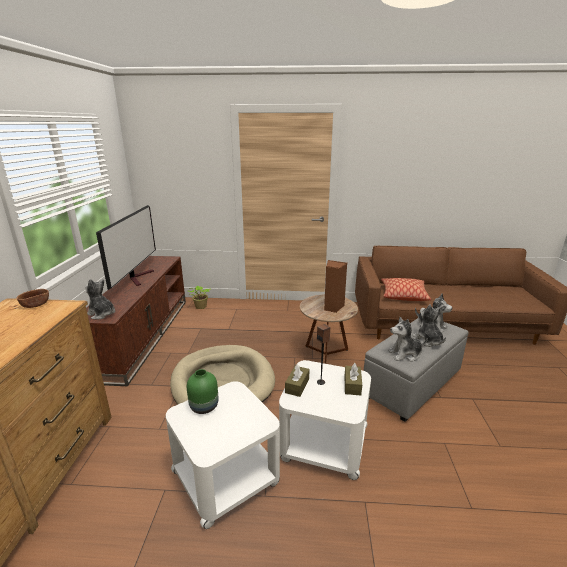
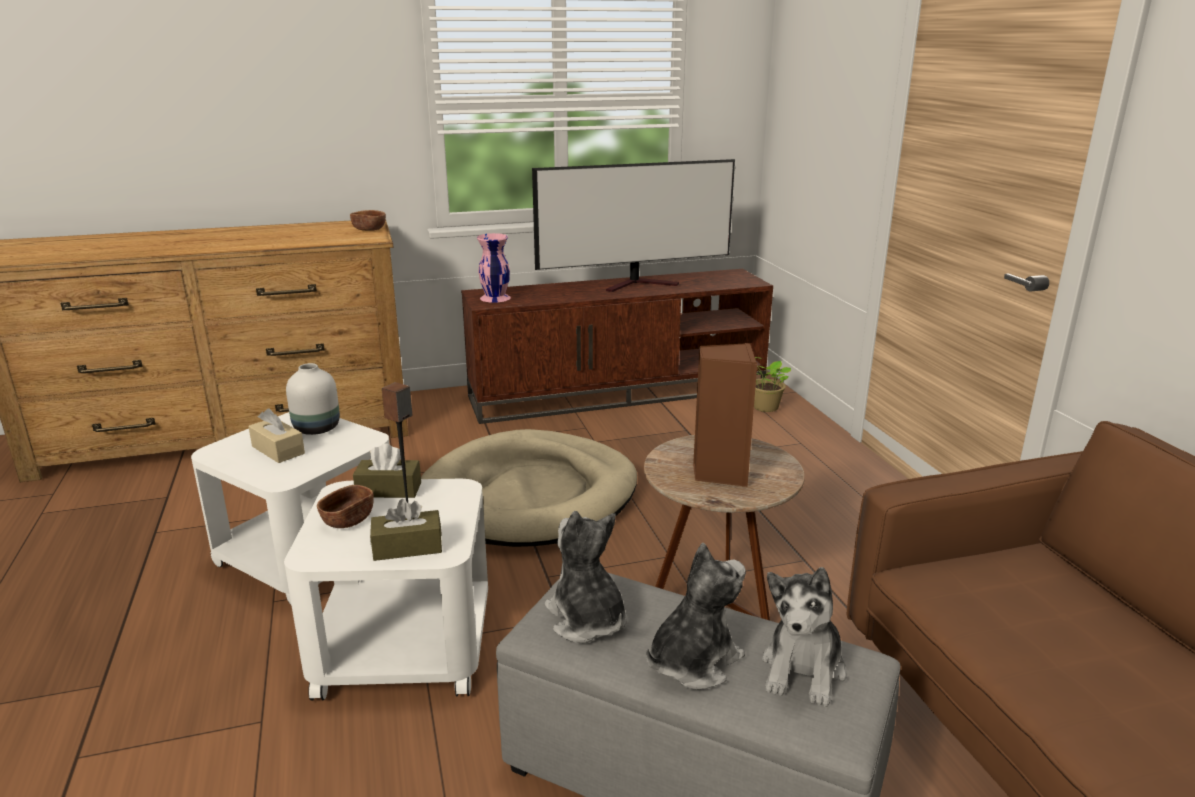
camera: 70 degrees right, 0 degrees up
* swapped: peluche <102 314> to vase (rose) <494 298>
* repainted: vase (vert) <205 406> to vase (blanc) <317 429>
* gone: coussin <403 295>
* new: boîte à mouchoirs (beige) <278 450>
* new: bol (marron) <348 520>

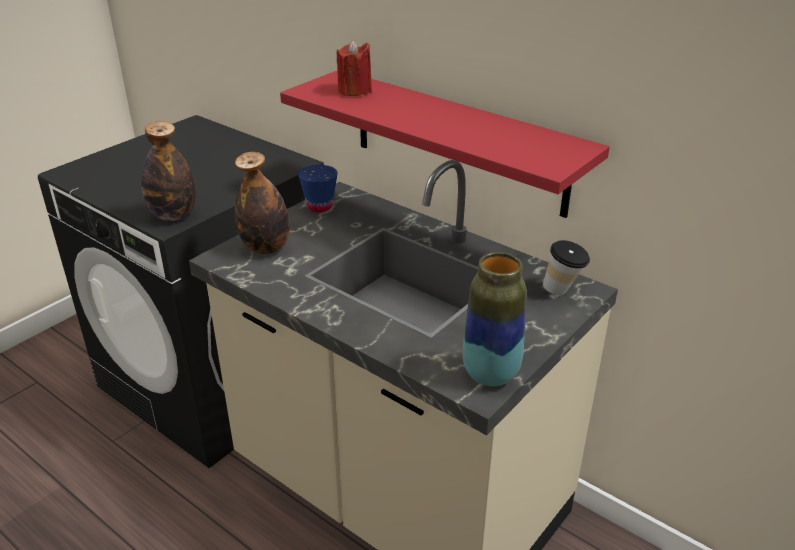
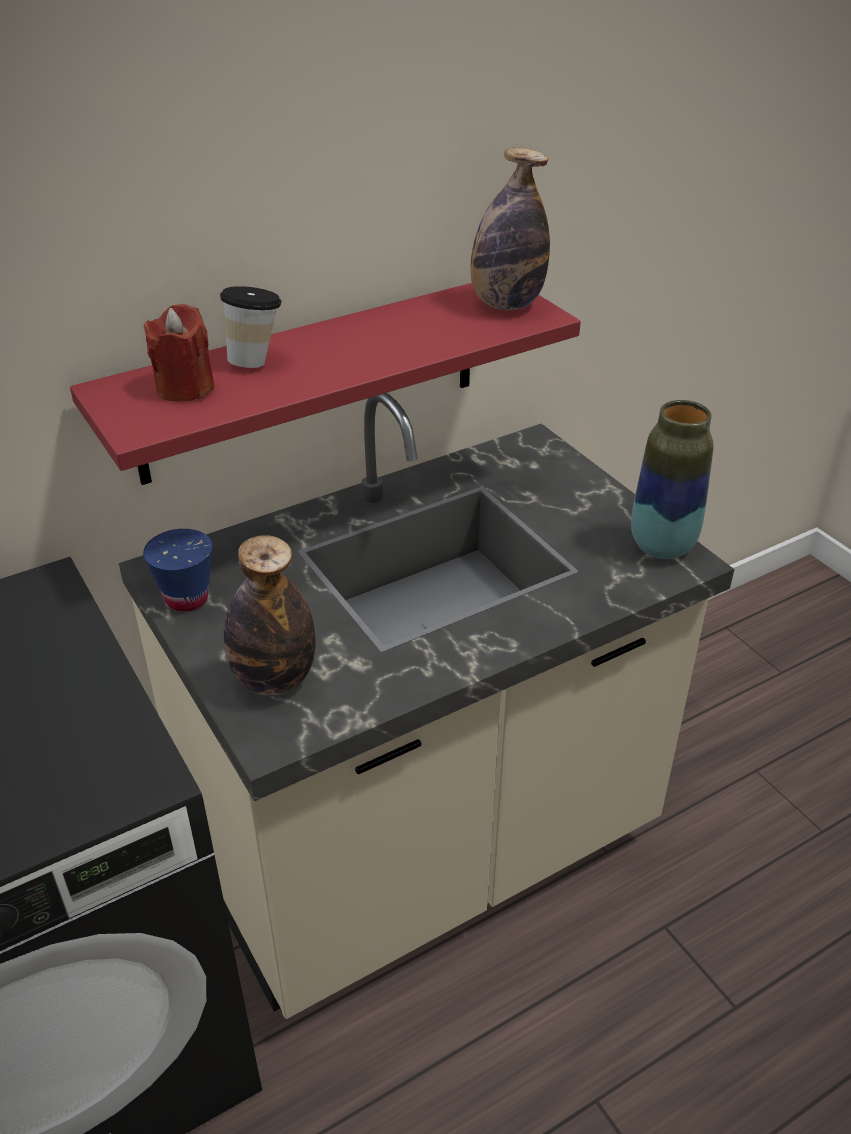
camera: 70 degrees left, 5 degrees up
* shifted: bouteille <173 215> to <506 304>
* shifted: tasse <563 291> to <256 360>

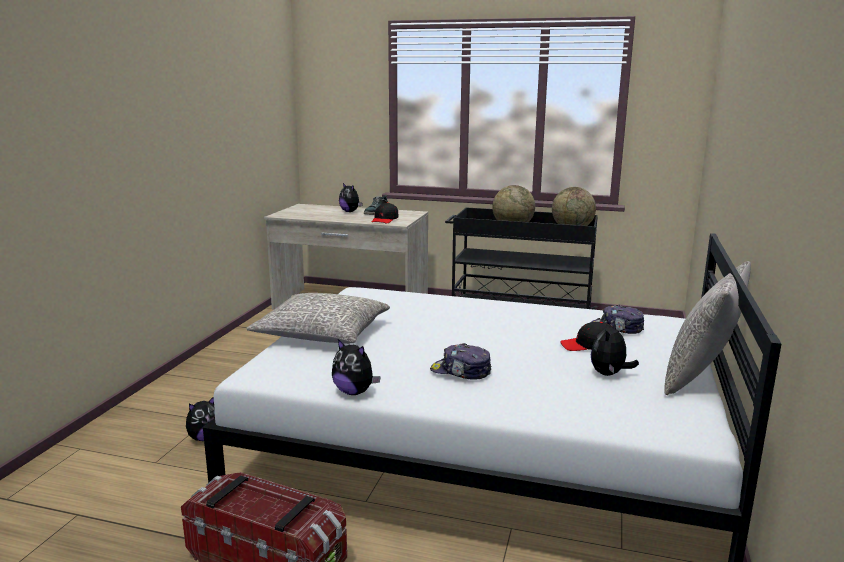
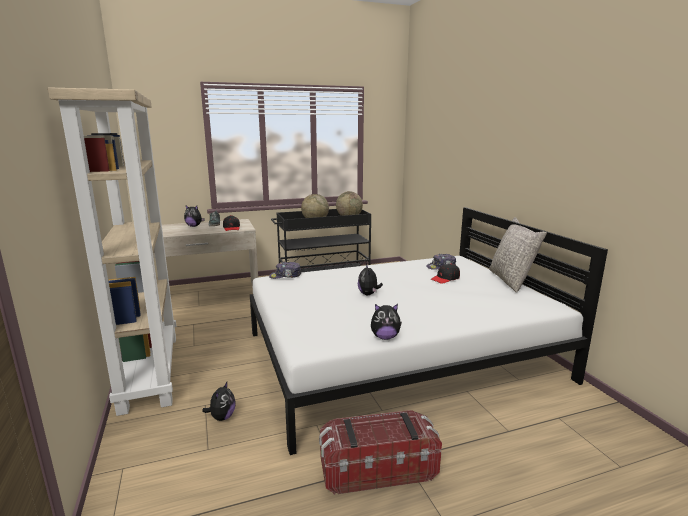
camera: 35 degrees left, 0 degrees up
* gone: coussin (gris) <321 334>
* shifted: casquette <461 372> to <285 276>
* shifted: peluche <609 374> to <368 294>
* new: bibliothèque (beige) <149 370>

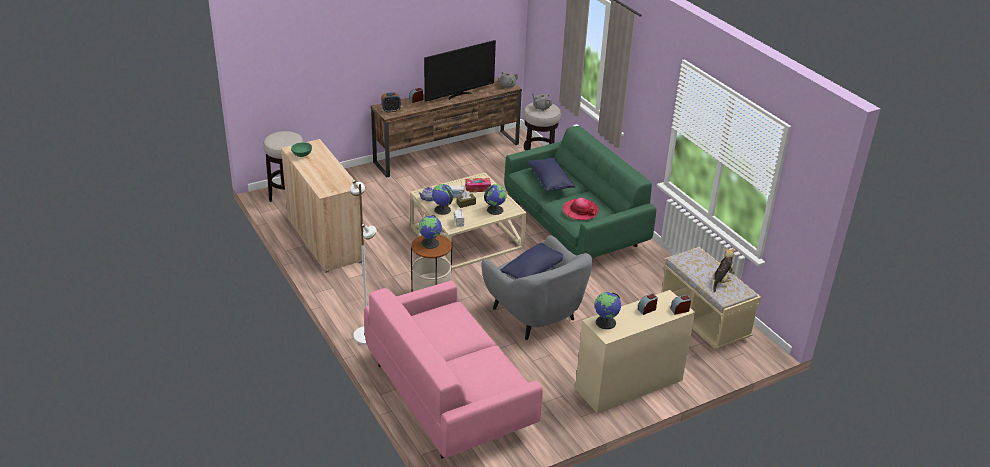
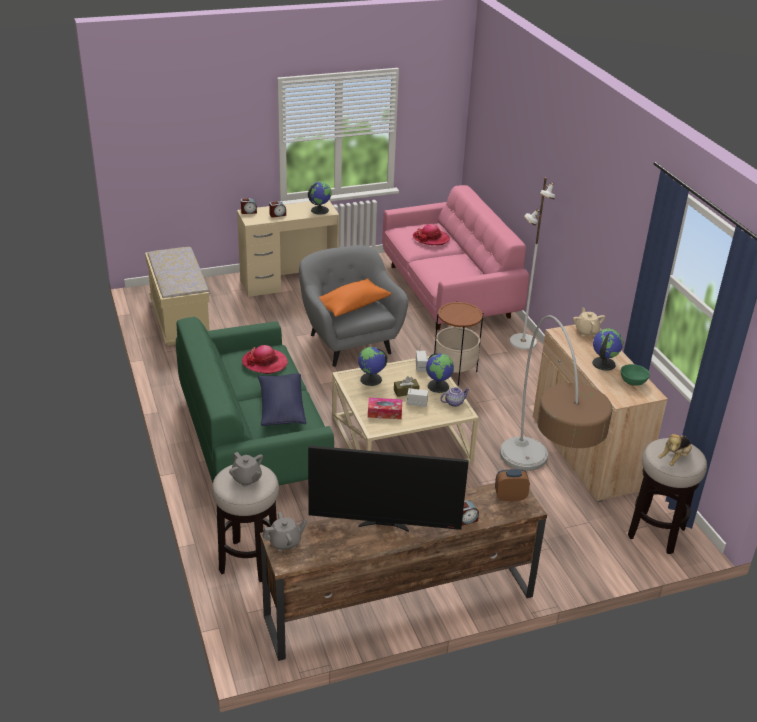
camera: 170 degrees left, 0 degrees up
* shifted: globe <430 243> to <603 363>
* rotated: téléviseur <459 95> = <384 525> 150 degrees counterclockwise
* repainted: coussin (bleu) <533 271> to coussin (orange) <352 306>
* shifted: peluche <721 280> to <674 458>
* new: chapeau <431 239>
* new: lampadaire <540 499>
* new: théière (beige) <586 331>

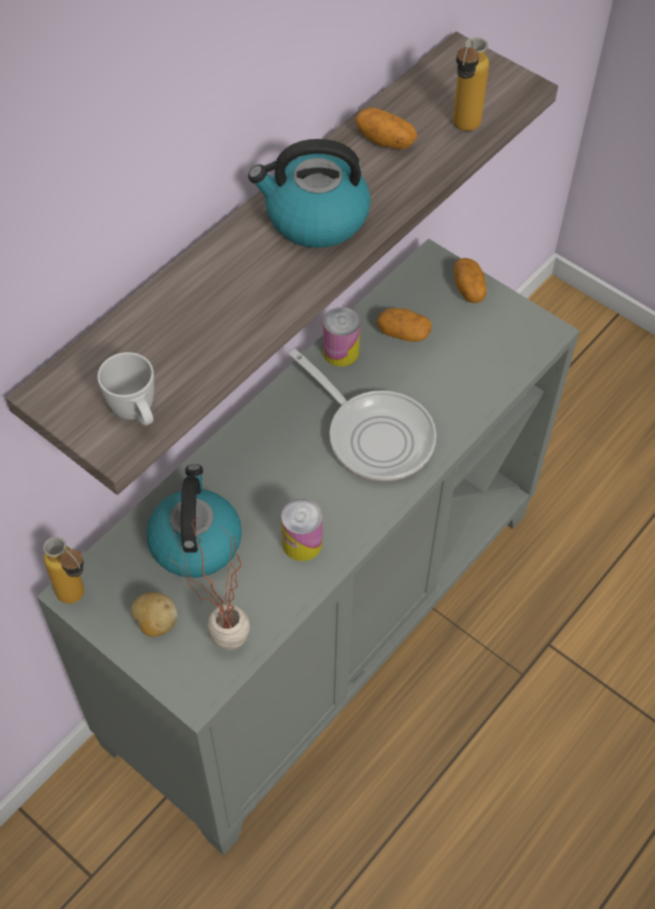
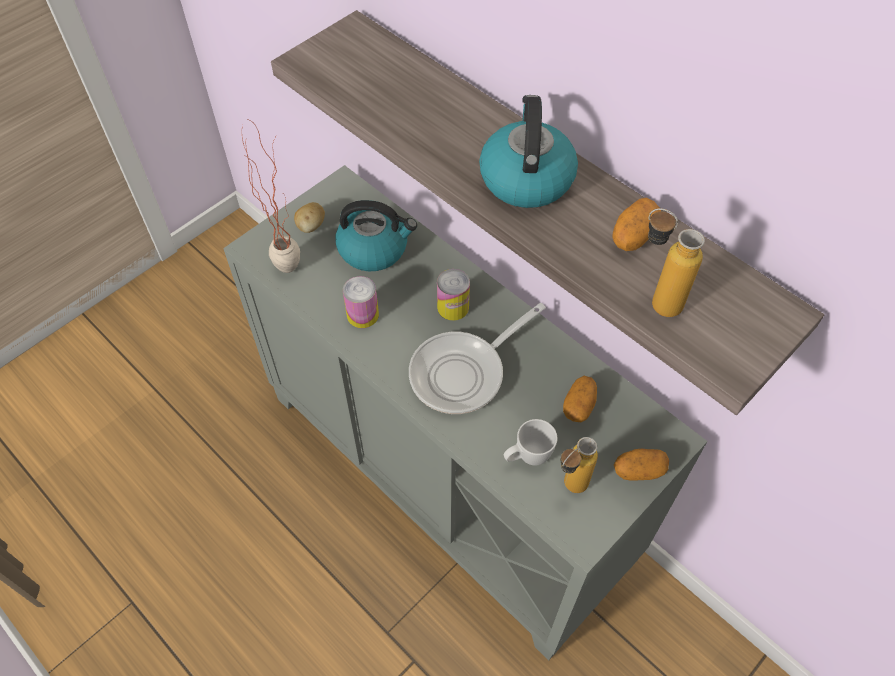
camera: 95 degrees right, 0 degrees up
* shifted: bouteille <78 599> to <568 489>
* shifted: mug (blanc) <137 414> to <527 457>
* shifted: boîte métallique <341 352> to <453 307>

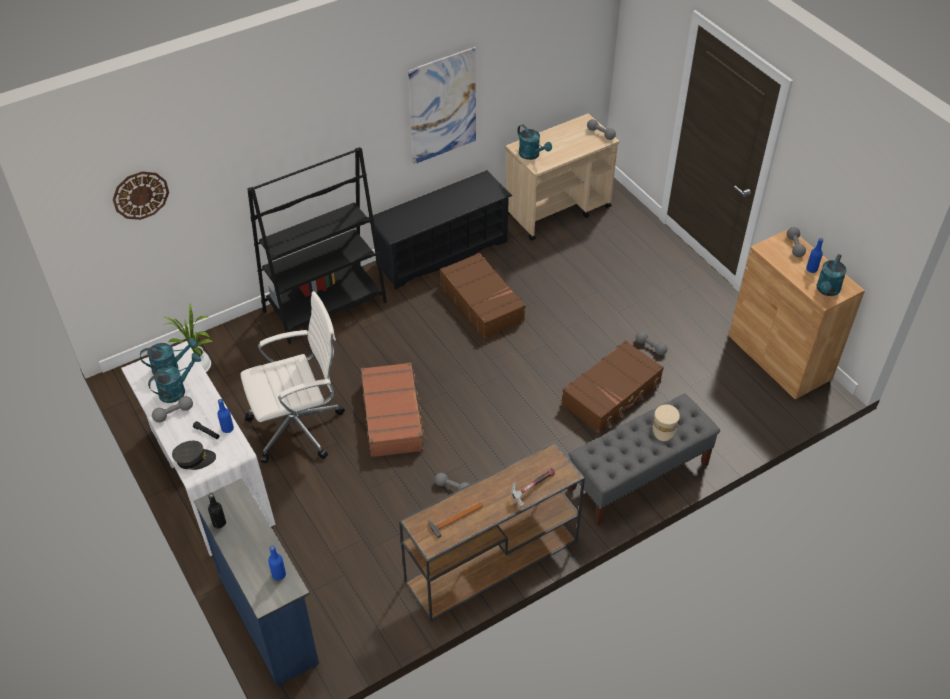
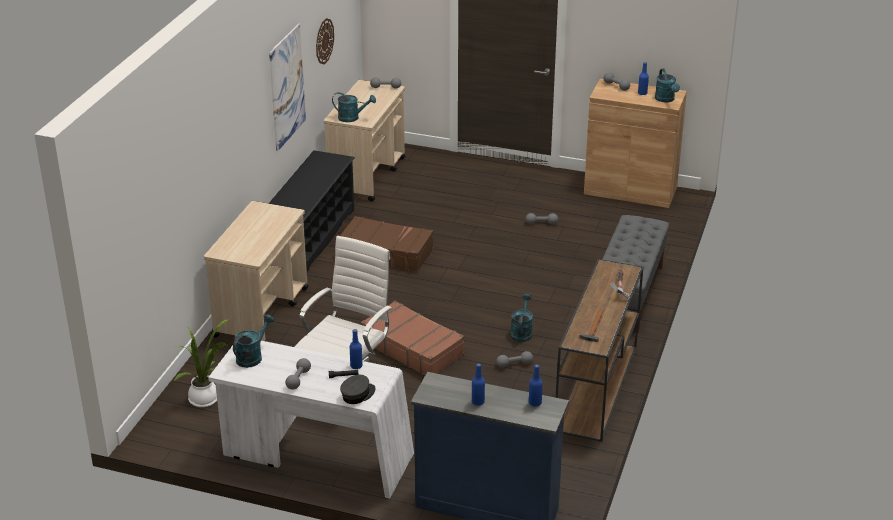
camera: 40 degrees left, 15 degrees down
* shifted: horloge murale <140 195> to <324 41>
* shifted: arrosoir (turquoise) <177 390> to <521 332>
* gone: bouteille (noir) <219 523>
* swapped: bibliothèque (noir) <325 307> to chariot (beige) <262 311>
* gone: valise (marron) <612 394>
* gone: casquette (beige) <665 426>
* new: bouteille (bleu) <478 402>

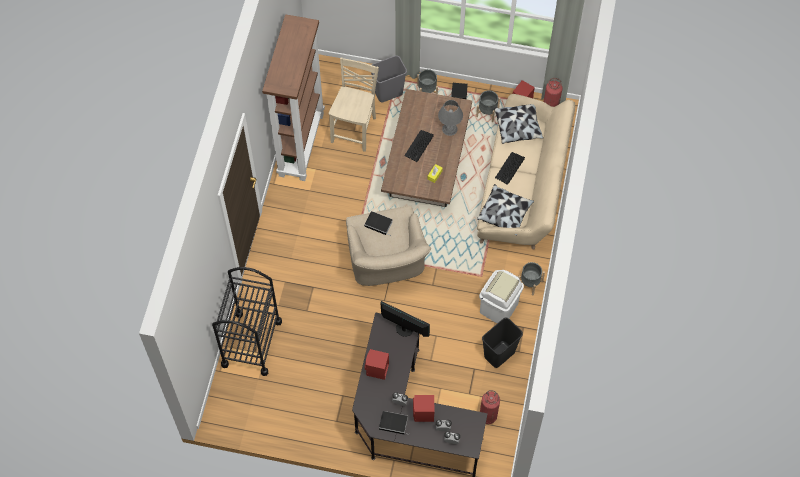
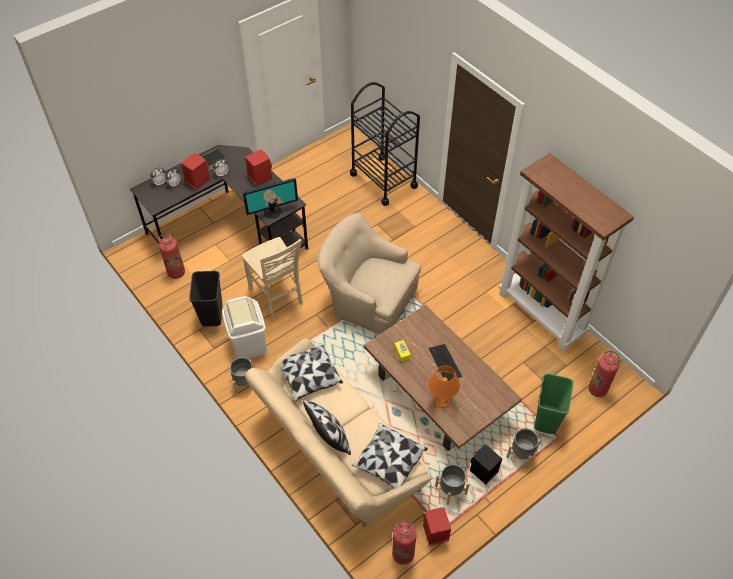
camera: 130 degrees right, 10 degrees down
* shifted: chaise (beige) <355 129> to <277 298>
* gone: livre <379 224>
* repainted: poubelle (gris) <388 92> to poubelle (vert) <547 420>
* repainted: lampe de table (gris) <449 129> to lampe de table (orange) <441 401>
* gone: clavier <510 168>
* new: coussin <329 438>
* new: extincteur <597 389>

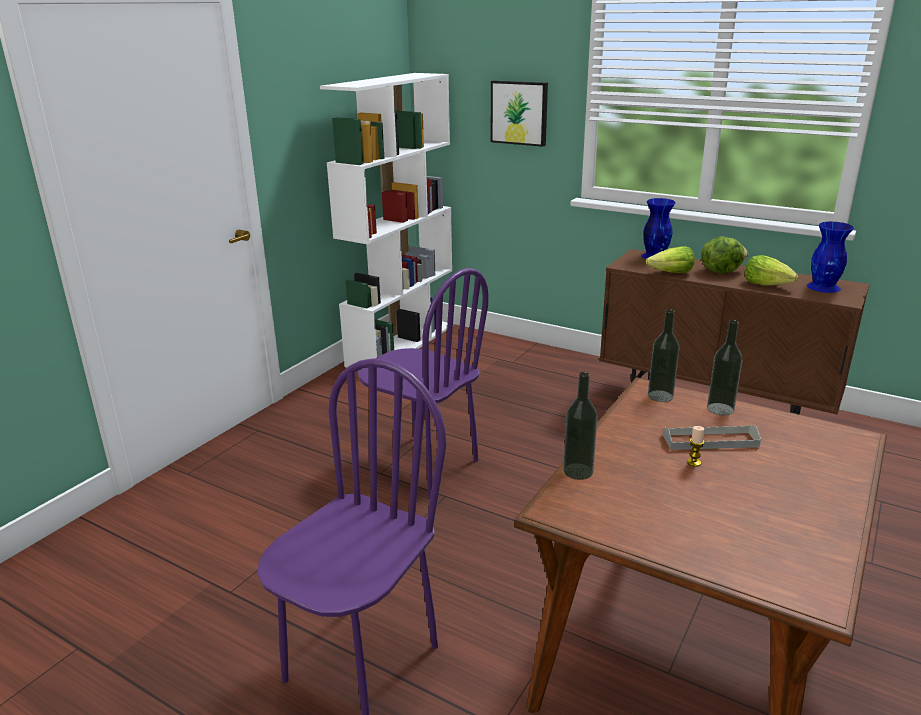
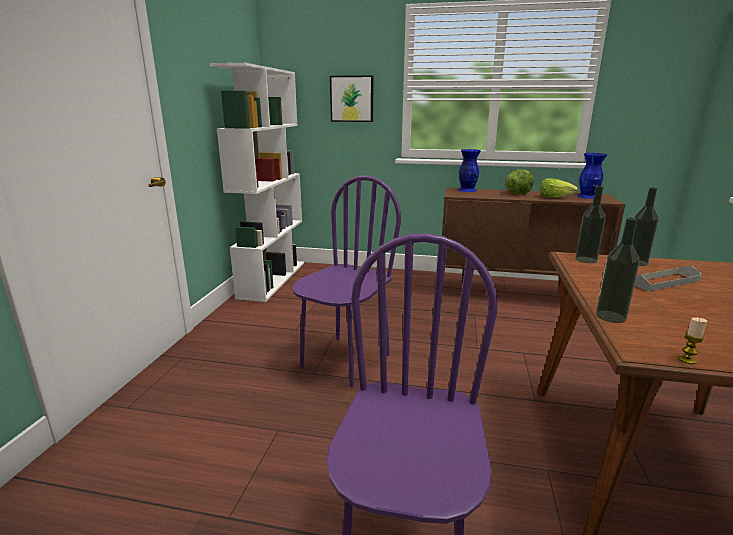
camera: 20 degrees left, 5 degrees down
* rotated: chaise (violet) <423 465> = <345 360> 75 degrees counterclockwise
* gone: laitue <671 273>
* shifted: bougie <694 462> to <687 360>

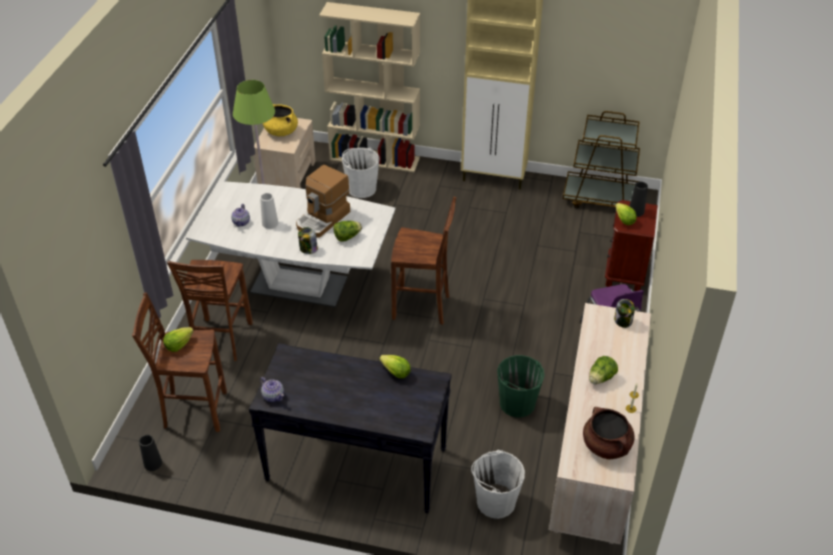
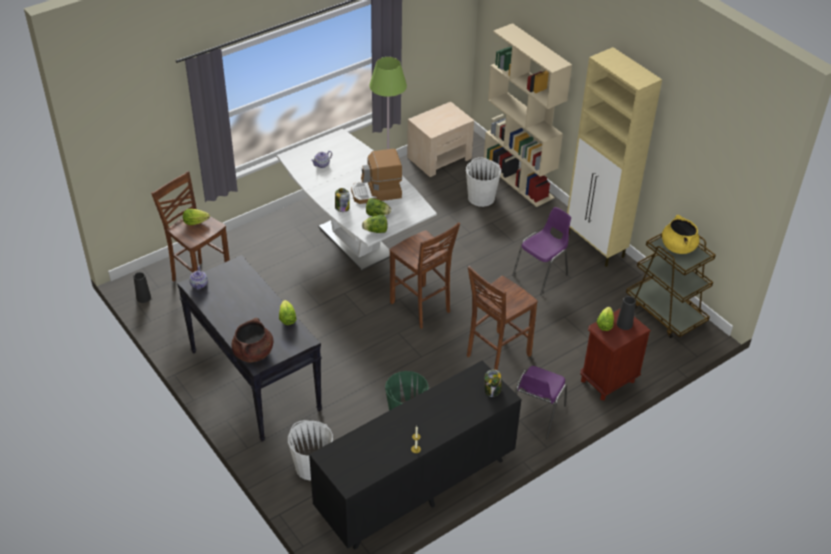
camera: 40 degrees right, 0 degrees up
* shifted: tabouret (marron) <221 341> to <496 355>
* gone: vase (blanc) <270 223>
* shifted: marmite (jaune) <281 131> to <678 247>
* repainted: commode (beige) <594 455> to commode (noir) <415 486>
* shifted: marmite (marron) <606 446> to <253 353>
* shifted: laitue <601 378> to <376 231>
* new: chaise (violet) <541 275>

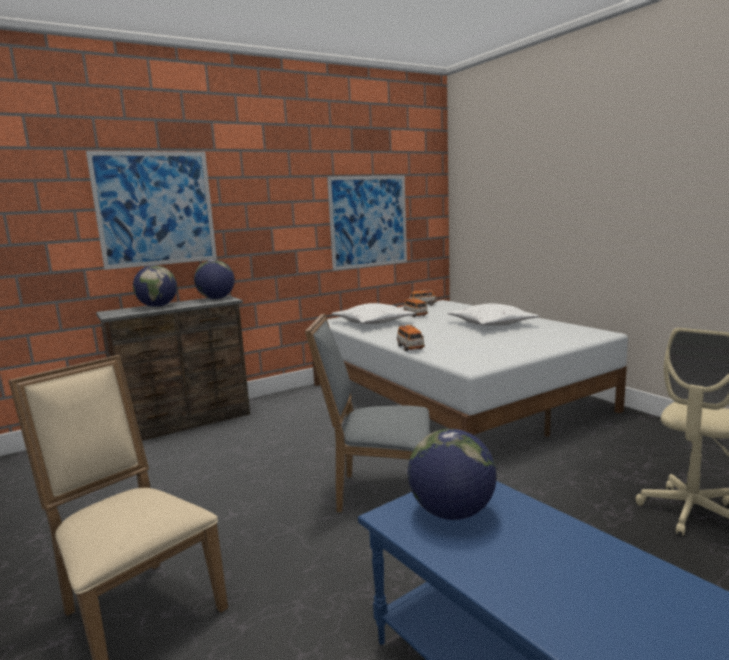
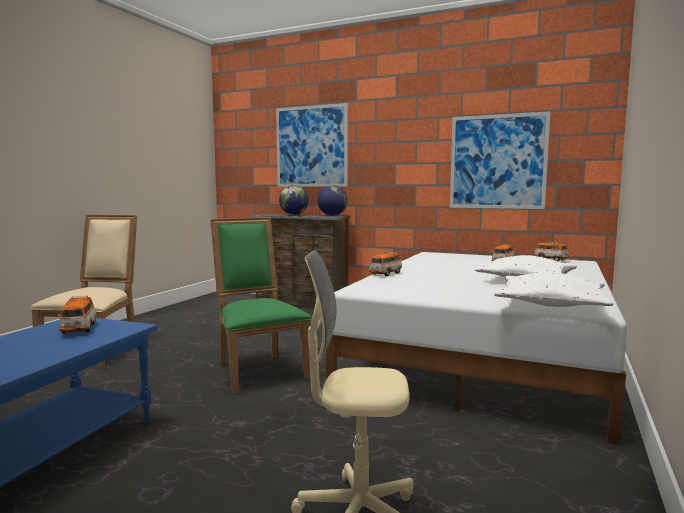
camera: 55 degrees right, 5 degrees down
* repainted: chaise (gris) <380 492> to chaise (vert) <258 370>
* shifted: coussin (blanc) <372 322> to <551 304>
* swapped: globe <452 513> to petite voiture <79 329>

